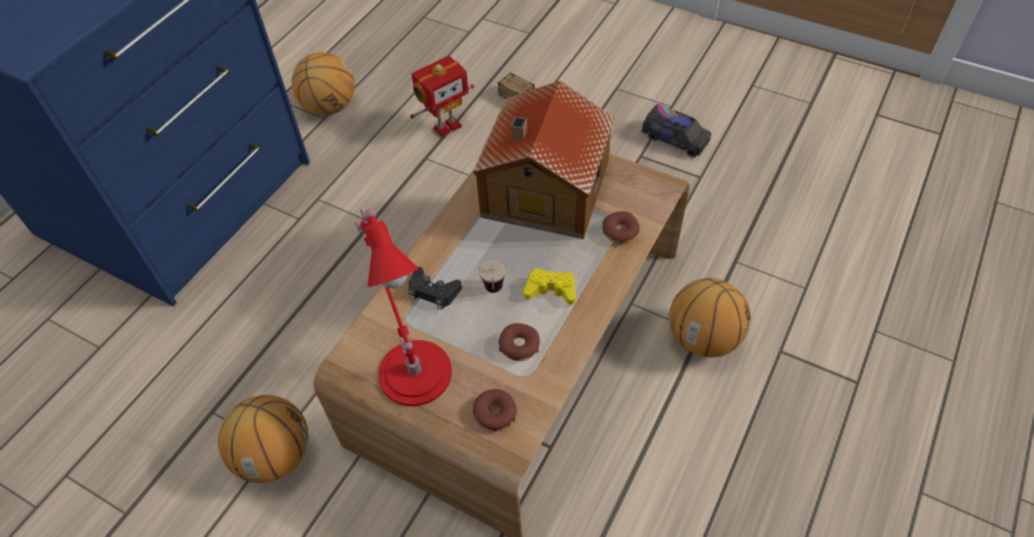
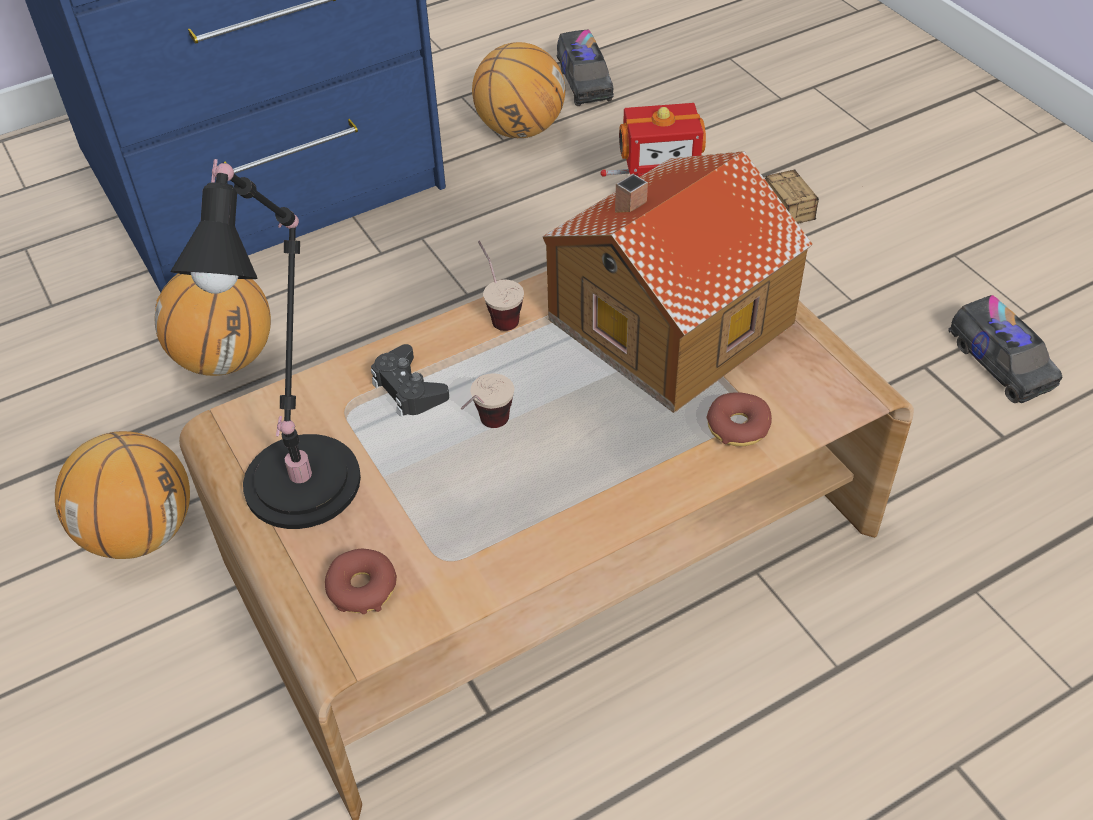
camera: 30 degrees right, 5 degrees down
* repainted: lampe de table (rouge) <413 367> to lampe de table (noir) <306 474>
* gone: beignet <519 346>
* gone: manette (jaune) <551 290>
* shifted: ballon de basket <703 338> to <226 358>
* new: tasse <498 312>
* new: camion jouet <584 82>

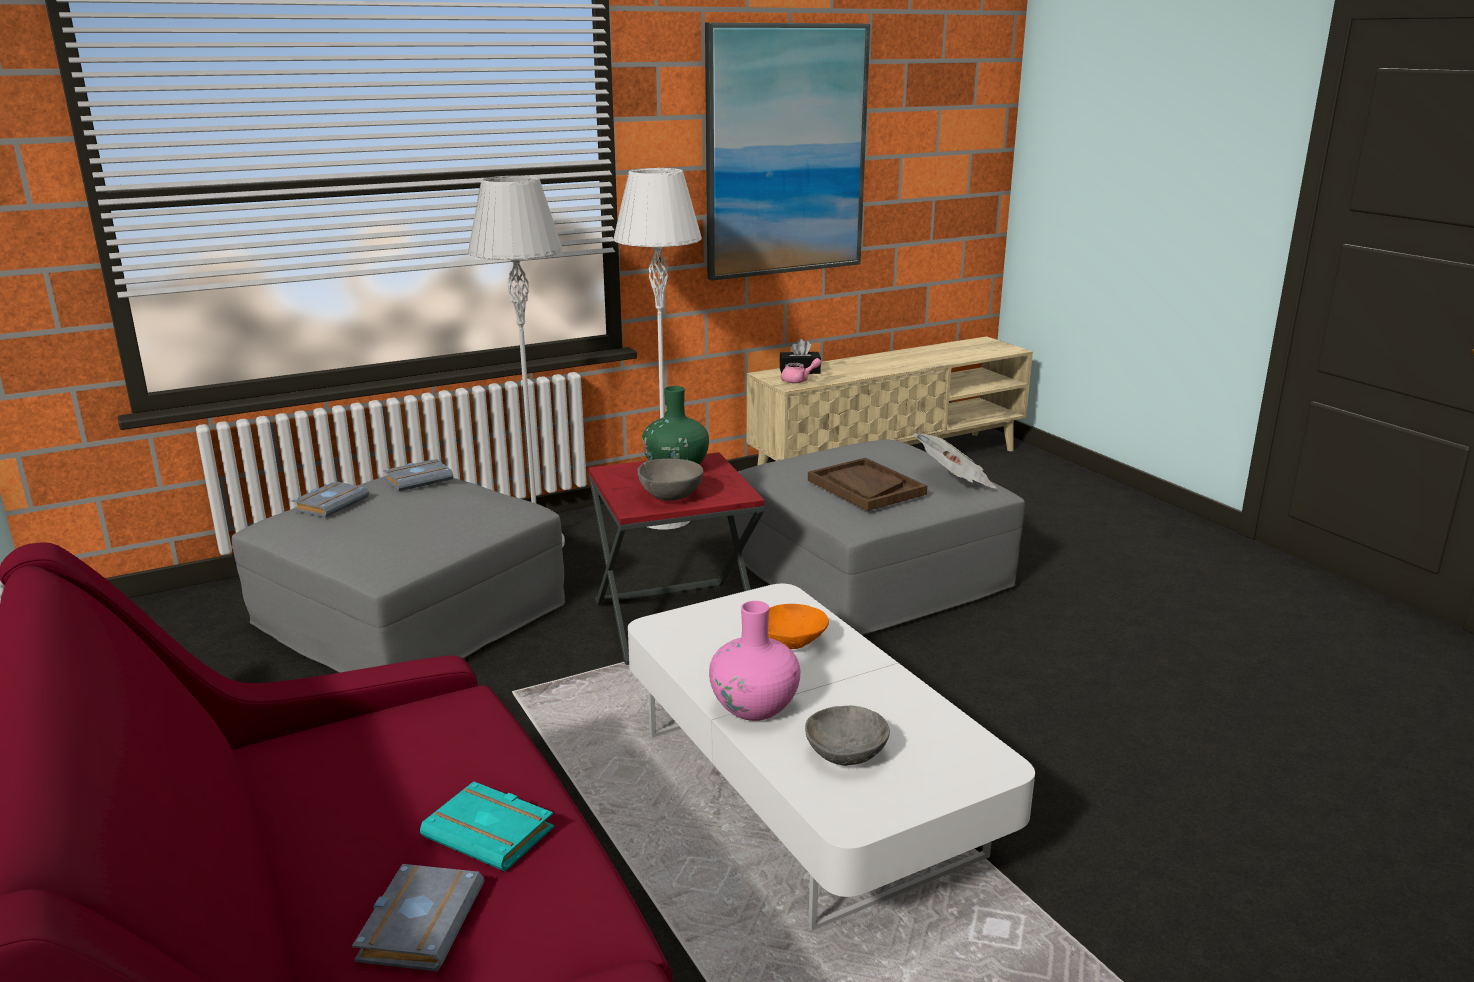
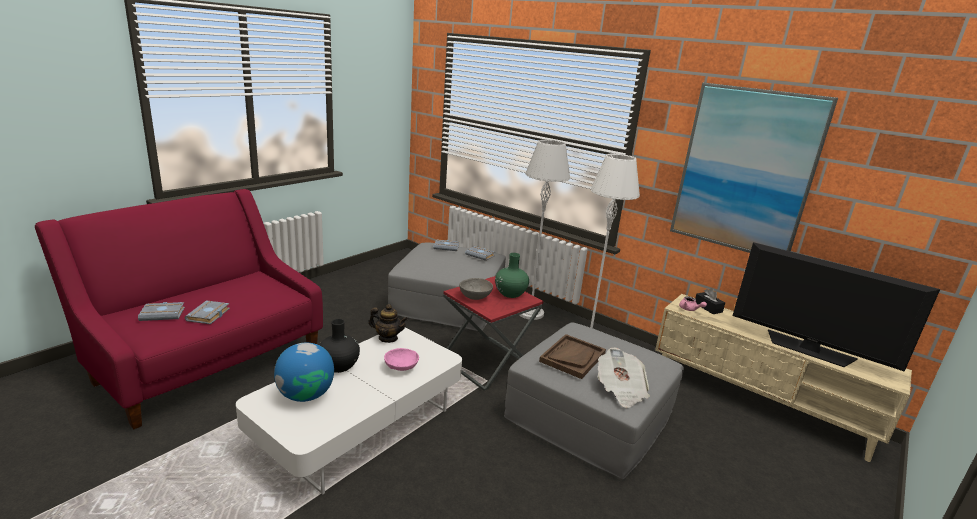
camera: 65 degrees right, 0 degrees up
* repainted: livre (turquoise) <493 833> to livre (gris) <209 315>
* repainted: vase (rose) <754 707> to vase (noir) <339 366>
* repainted: bol (orange) <793 642> to bol (rose) <401 368>
* swapped: bol (gris) <847 754> to globe <306 395>
* new: théière <388 338>
* new: téléviseur <809 349>

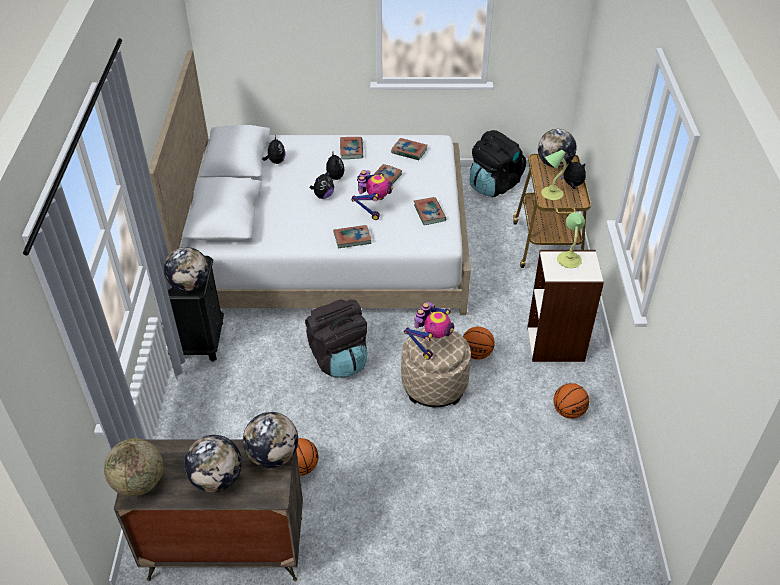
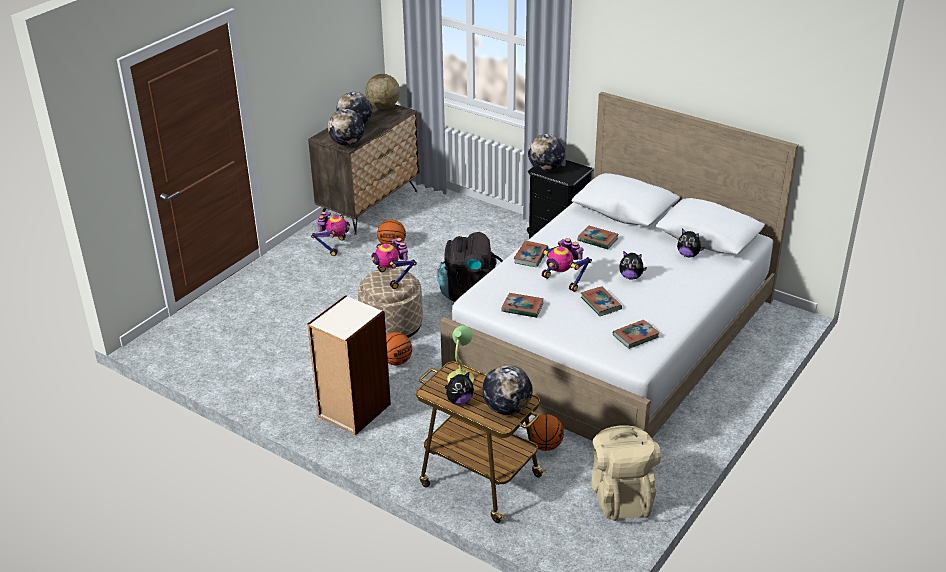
camera: 125 degrees right, 10 degrees down
* gone: peluche <323 196>
* shifted: livre <351 150> to <597 240>
* repainted: sac à dos (noir) <494 185> to sac à dos (beige) <621 497>
* shifted: ballon de basket <568 411> to <545 446>
* gone: lampe de table <569 260>
* new: robot jouet <333 246>

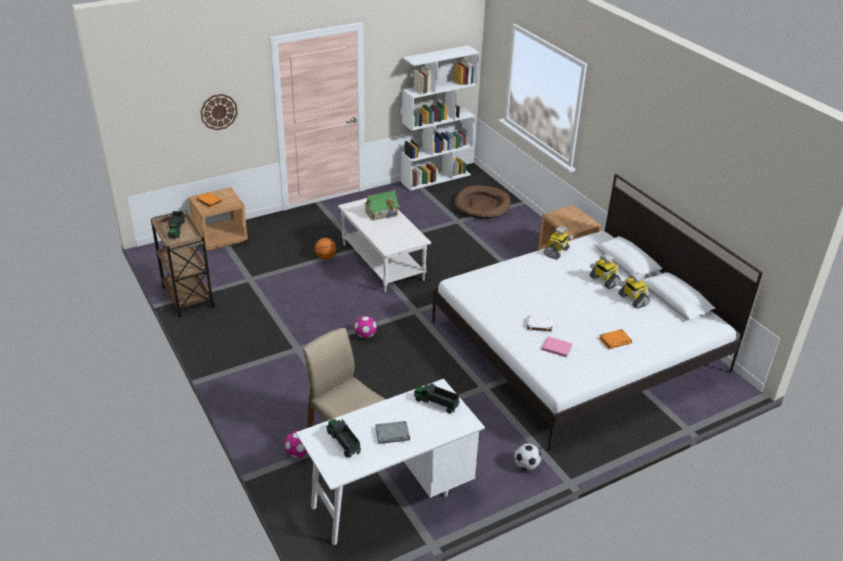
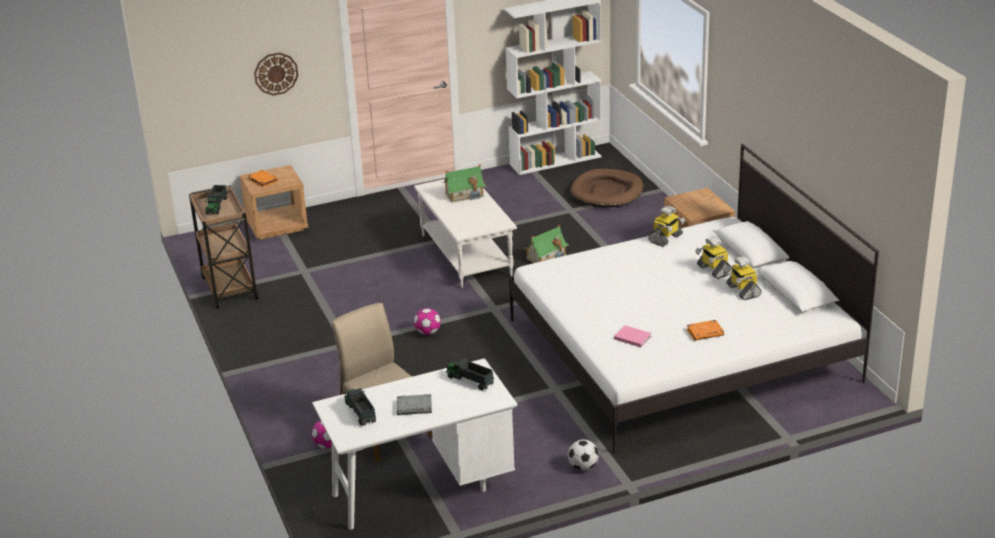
camera: 10 degrees right, 5 degrees down
* gone: ballon de basket <326 257>
* gone: livre (blanc) <538 325>
* new: maison miniature <546 256>

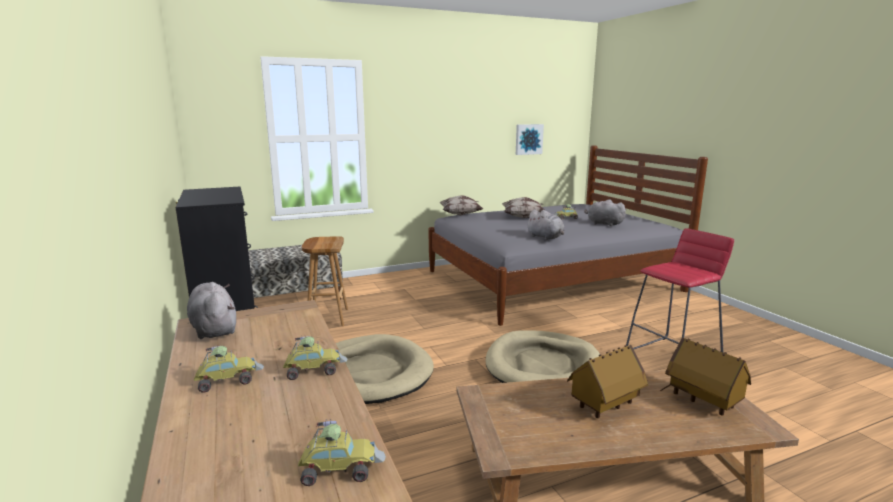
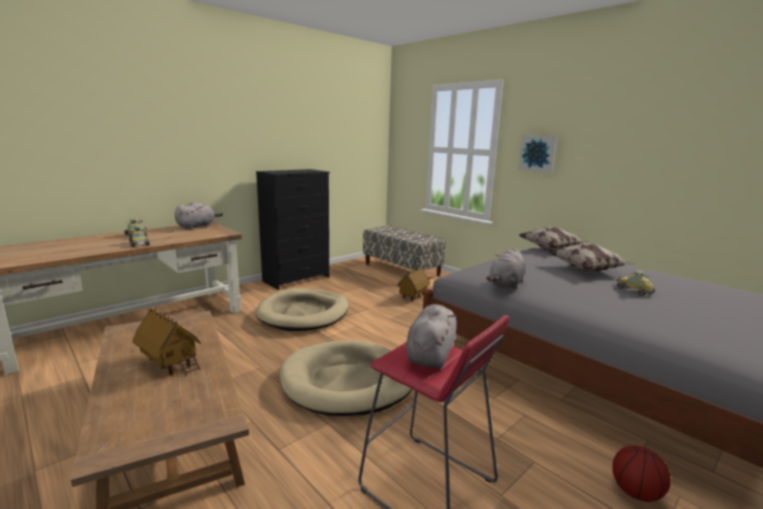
camera: 70 degrees right, 0 degrees up
* gone: petite voiture <339 468>
* gone: tabouret (marron) <327 317>
* shifted: tableau <528 139> to <538 153>
* shifted: peluche (gris) <603 224> to <430 354>
* shifted: maison miniature <702 401> to <413 296>
* new: ballon de basket <636 493>

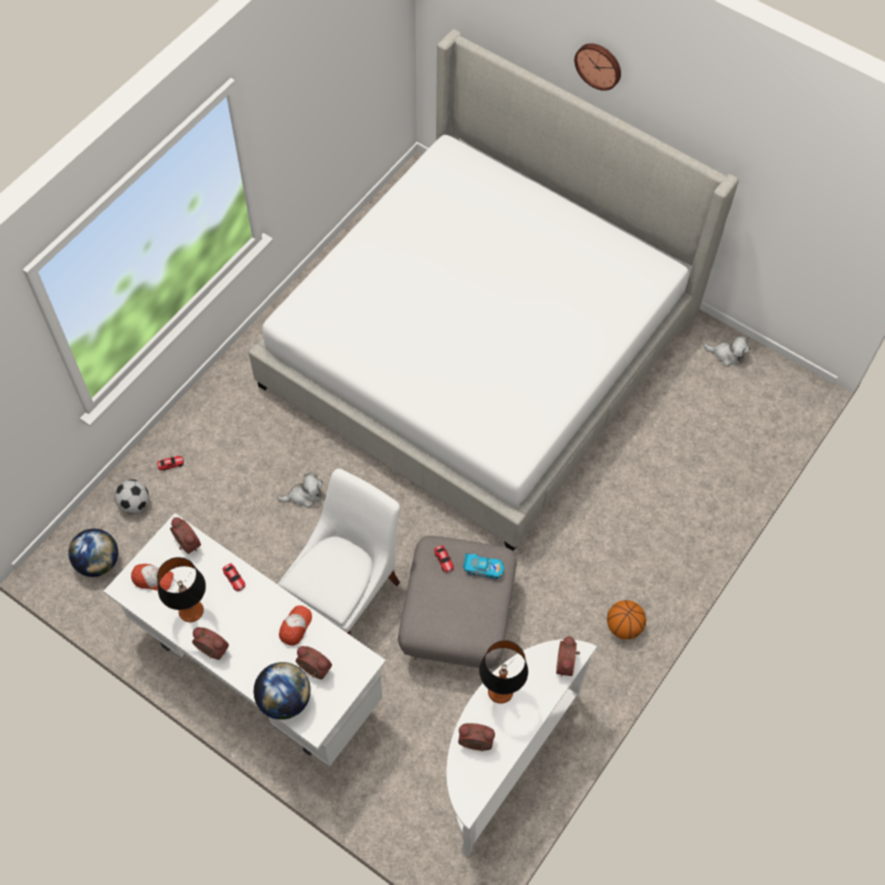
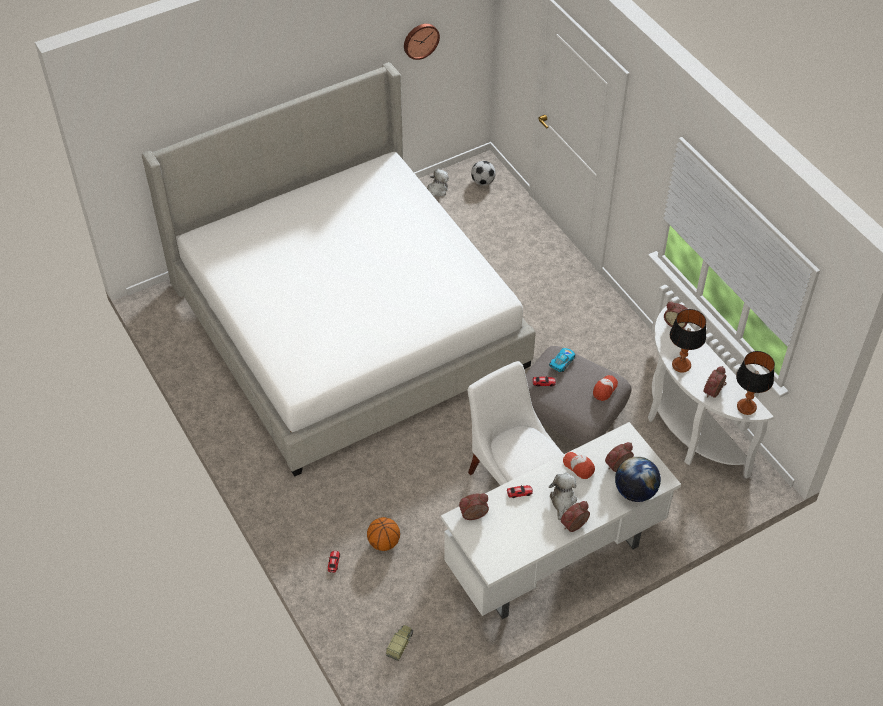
camera: 65 degrees left, 10 degrees down
* swapped: globe <98 562> to camion jouet <400 644>
* shifted: ballon de foot <134 504> to <482 182>
* shifted: casquette <153 579> to <604 389>
* shifted: lampe de table <191 610> to <746 407>
* shifted: peluche <304 495> to <562 500>
* shifted: horloge murale <599 65> to <420 40>
* shifted: ballon de basket <624 627> to <384 543>

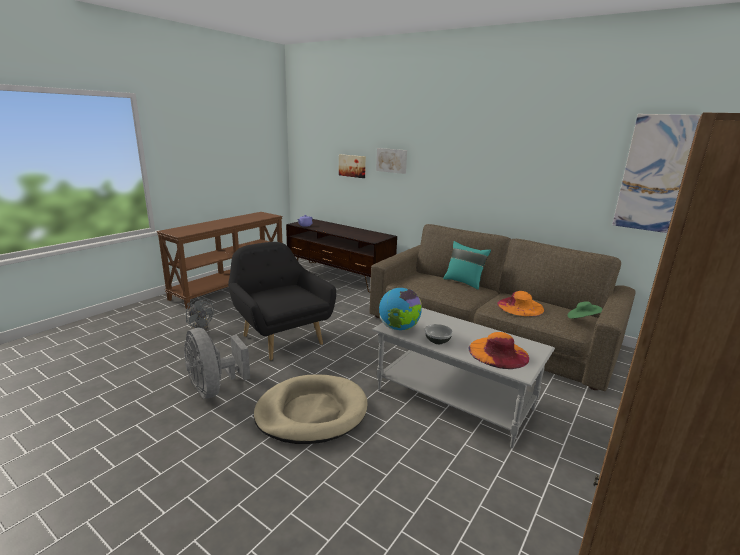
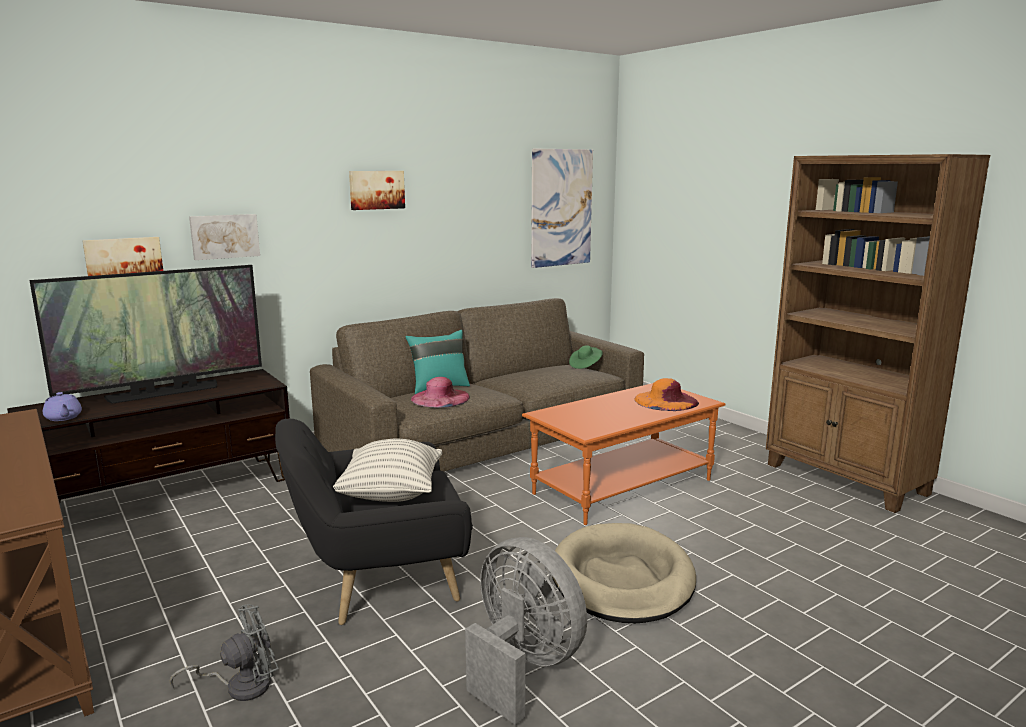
camera: 70 degrees left, 5 degrees down
* rotated: ventilateur (gris) <214 388> = <522 666> 120 degrees counterclockwise
* repainted: table basse (gris) <454 399> to table basse (orange) <622 486>
* gone: globe <399 328>
* gone: bol <437 341>
* gone: chapeau (orange) <520 306>
* new: téléviseur <164 392>
* new: coussin <391 494>
* new: tableau <376 190>
* new: chapeau (rose) <440 398>

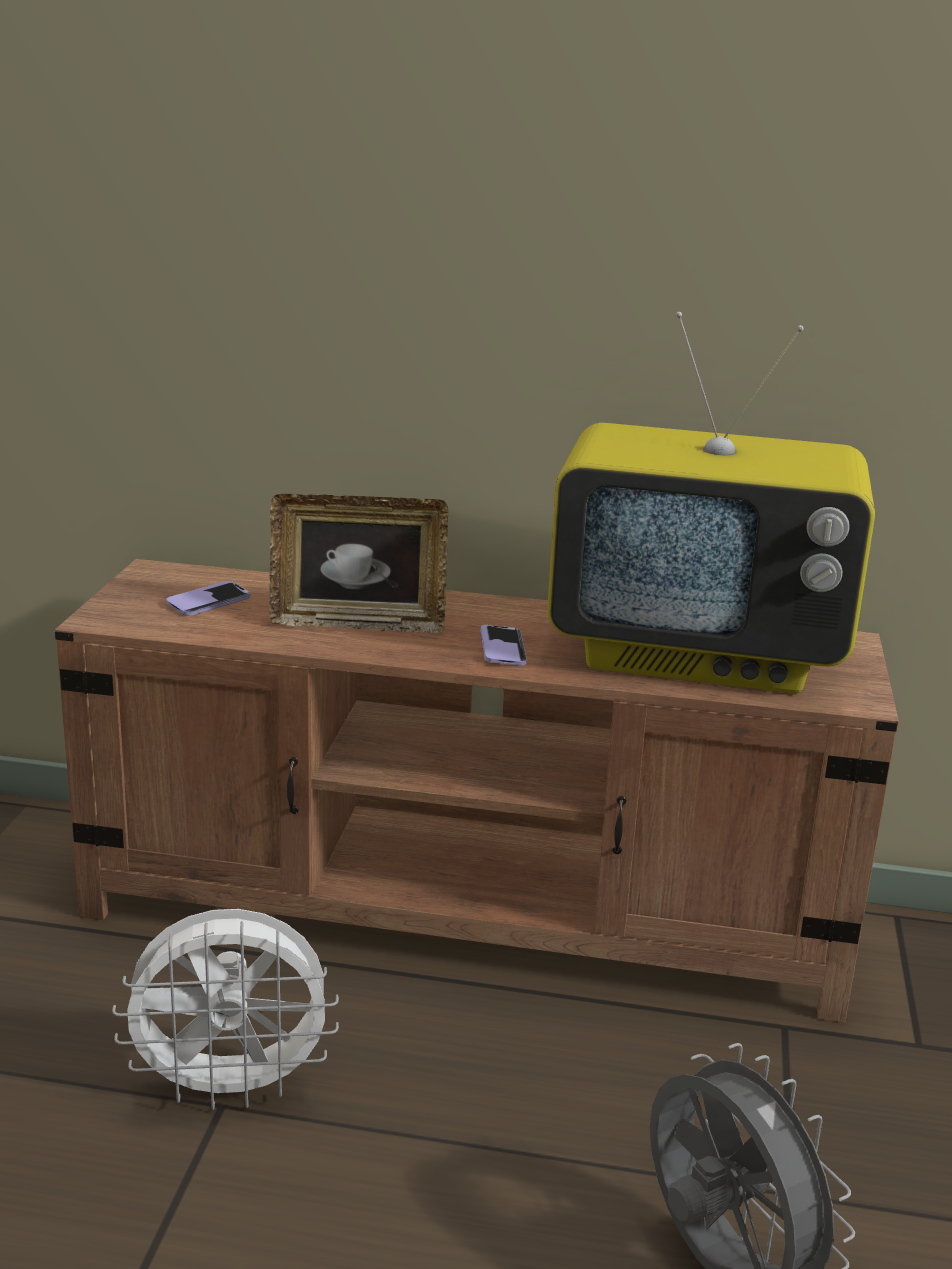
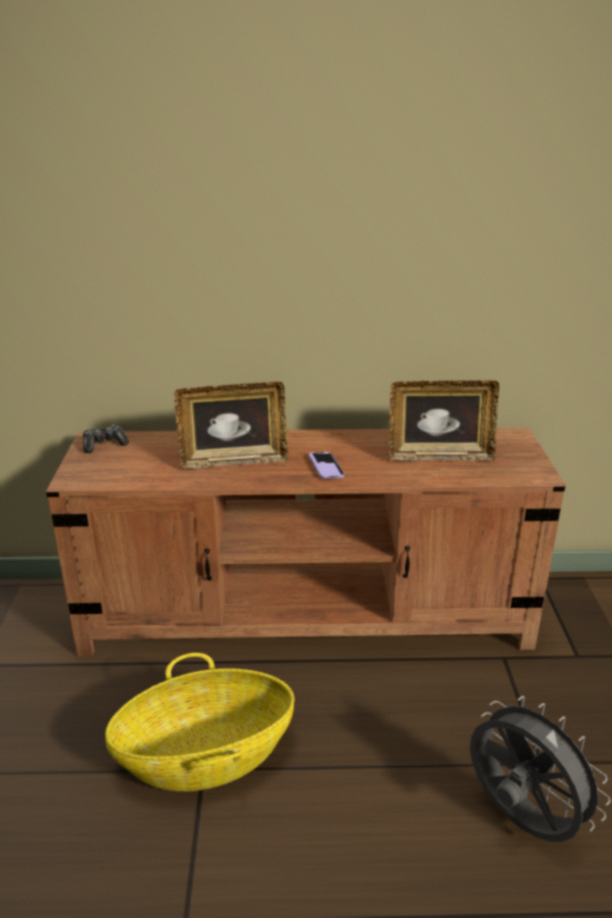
camera: 10 degrees left, 5 degrees up
* swapped: ventilateur (blanc) <232 1087> to panier <205 756>
* gone: téléphone <208 601>
* swapped: téléviseur <700 655> to cadre photo <439 456>
* new: manette <104 444>

